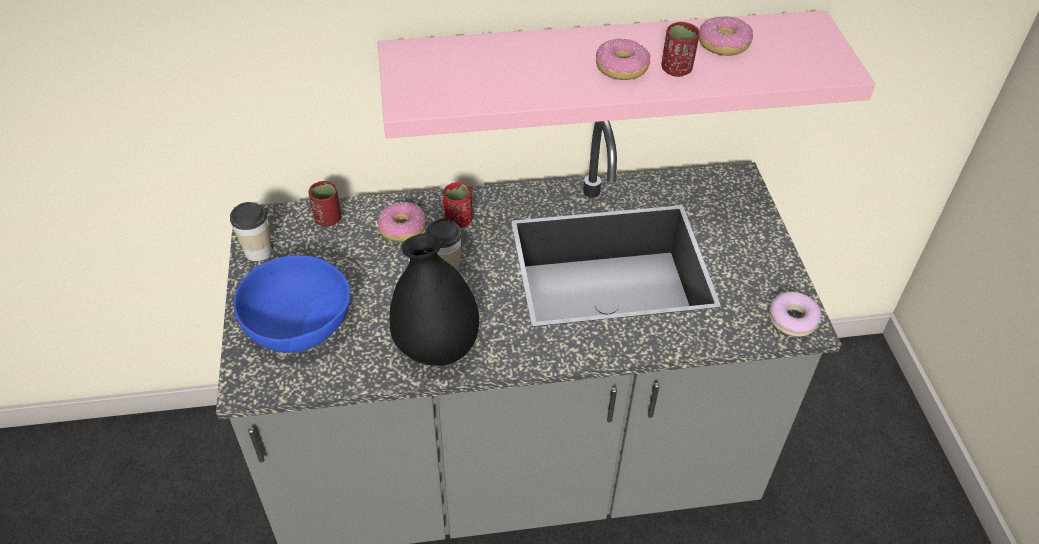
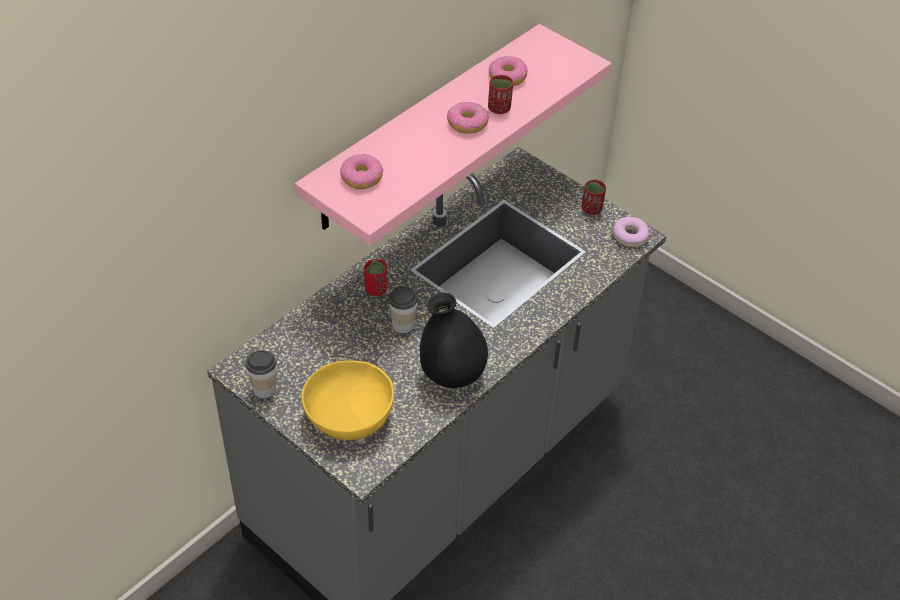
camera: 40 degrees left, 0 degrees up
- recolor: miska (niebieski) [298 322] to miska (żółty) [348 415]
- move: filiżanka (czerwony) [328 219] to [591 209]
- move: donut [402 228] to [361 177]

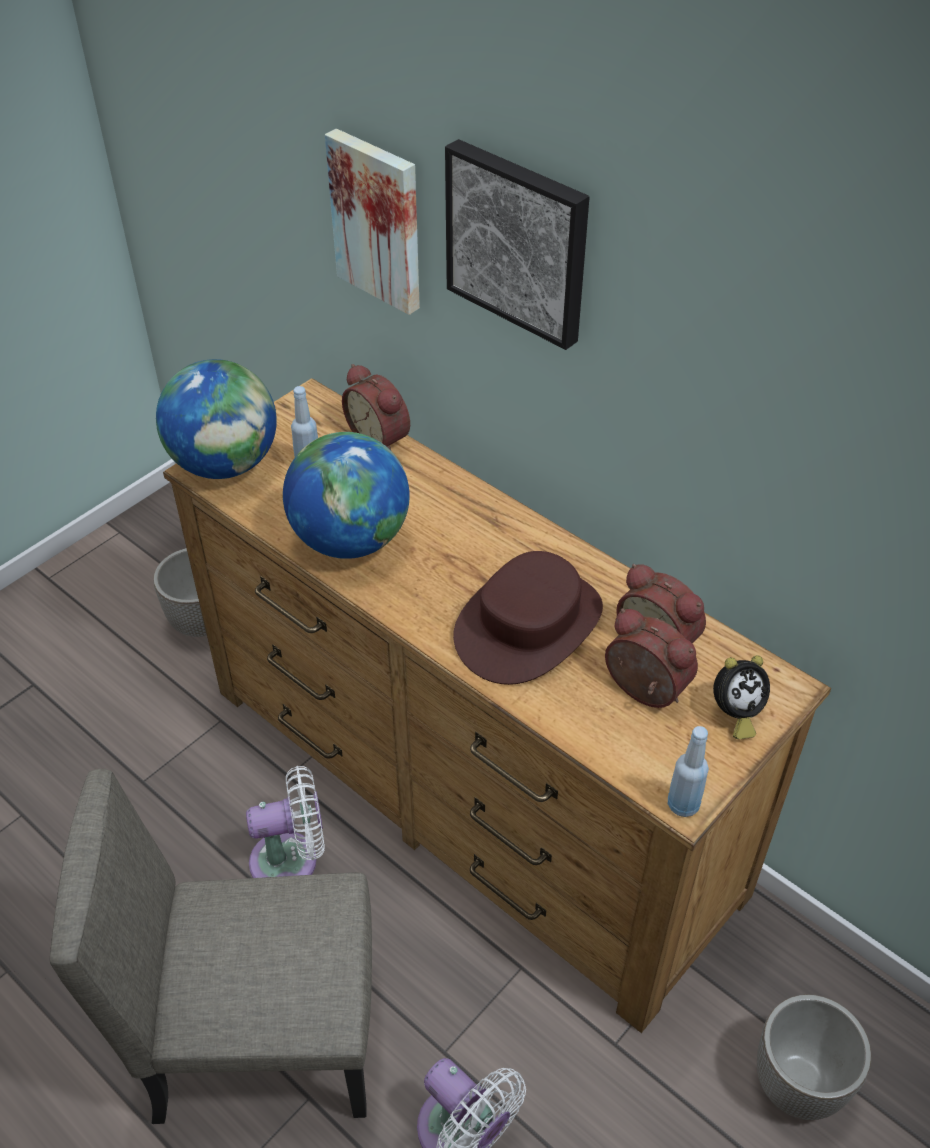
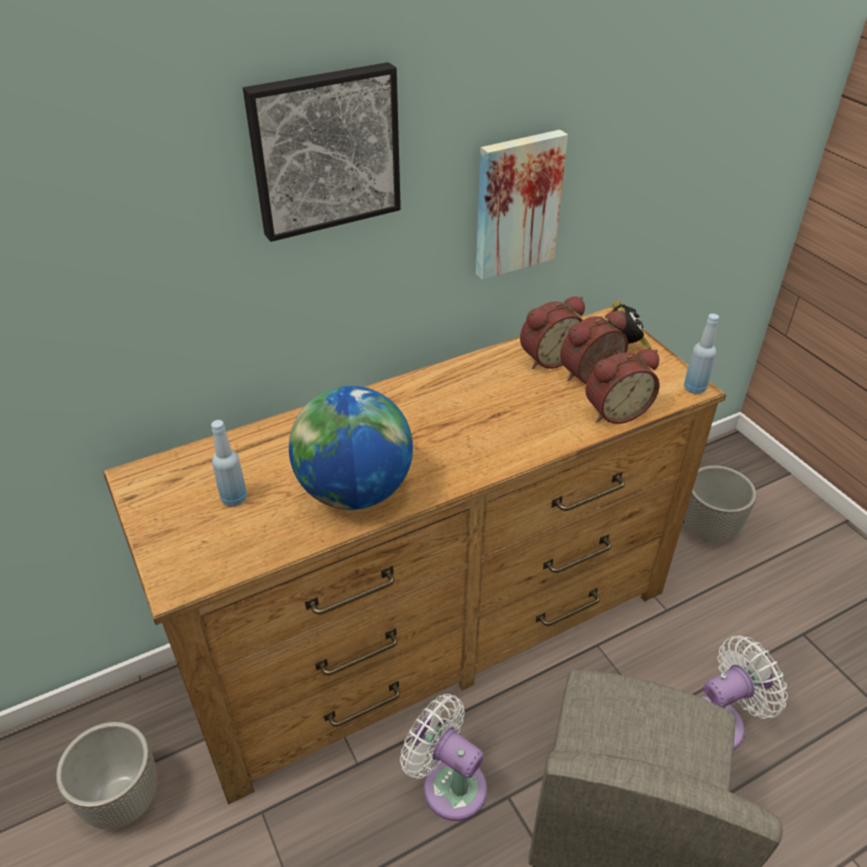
camera: 70 degrees left, 5 degrees down
- delete: globus [225 464]
- rotate: wentylator (biały) [291 860] = [449 784] 60 degrees counterclockwise
- move: obraz [379 220] to [516 204]
- move: budzik [381 437] to [615 411]
- delete: kapelusz (brązowy) [529 625]

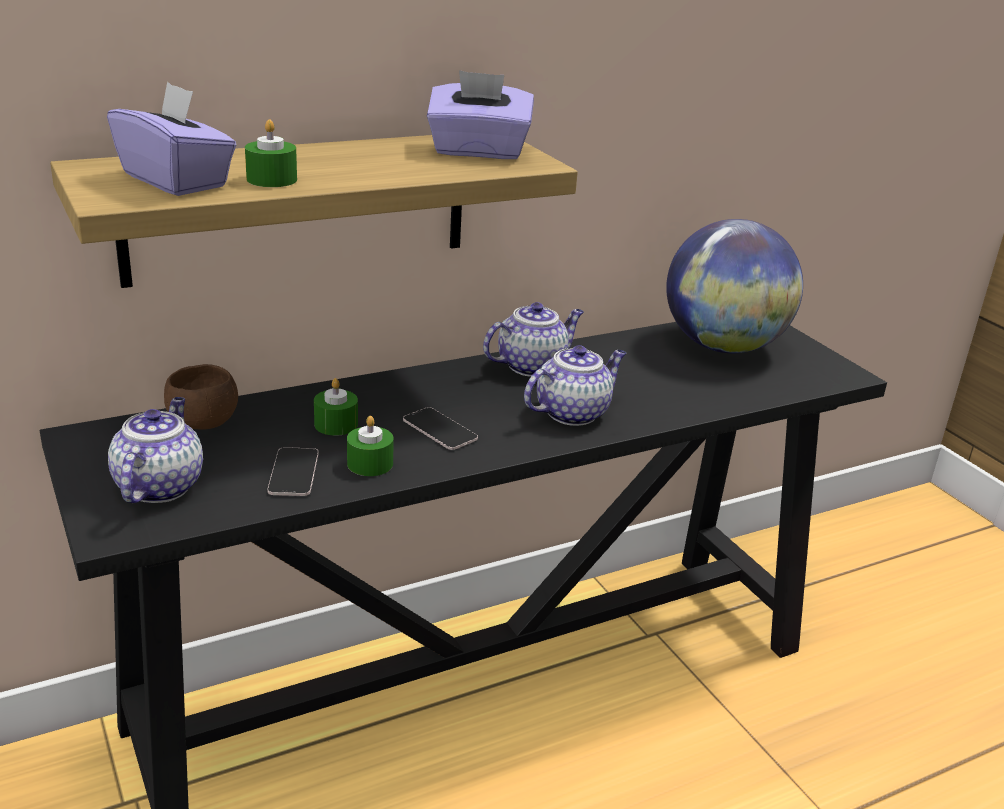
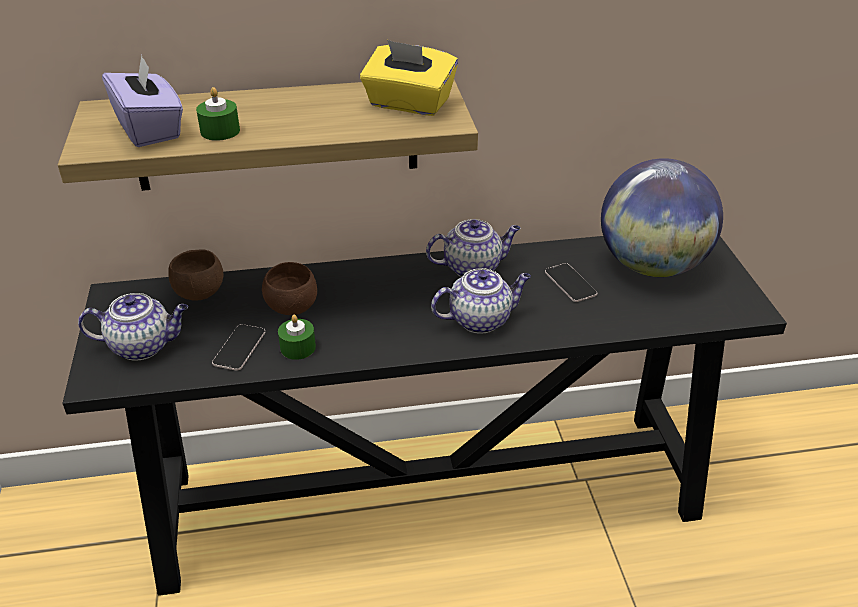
camera: 20 degrees right, 10 degrees up
- rotate: imbryk [159 486] = [143 345] 60 degrees clockwise
- replace: świeca (zielony) [336 424] to miska (brązowy) [291 307]
- move: telefon [439 430] to [570 283]
- recolor: pudełko chusteczek (fioletowy) [478 151] to pudełko chusteczek (żółty) [409 104]

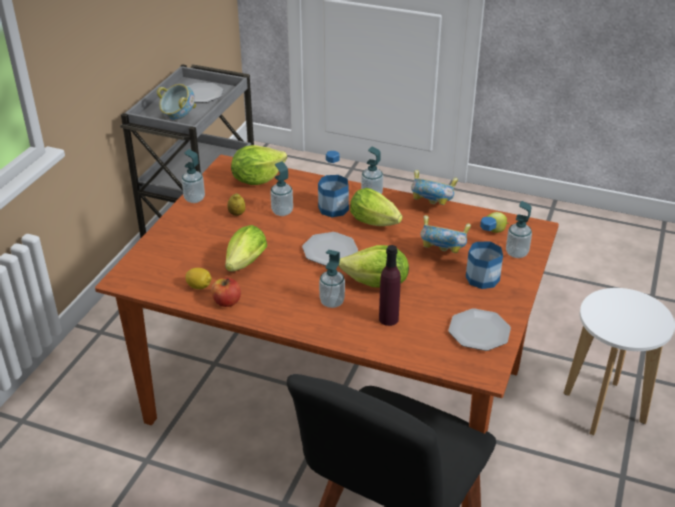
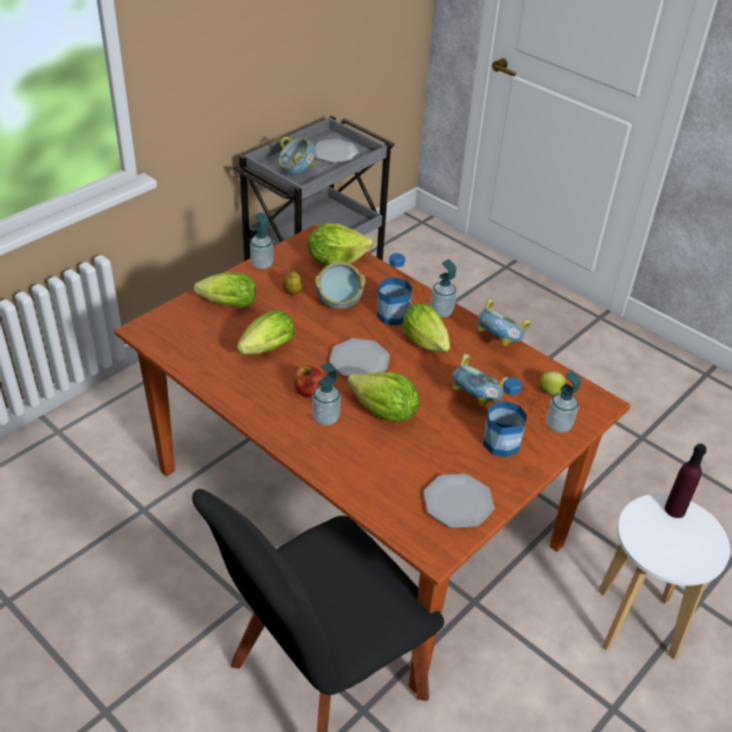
camera: 20 degrees right, 5 degrees up
- delete: cytryna [199 286]
- move: jabłko [226 302] to [308 391]
- replace: dozownik mydła [282 211] to miska [338 303]
- move: butelka (fioletowy) [388 319] to [675 509]
- insert: sałata [225 304]

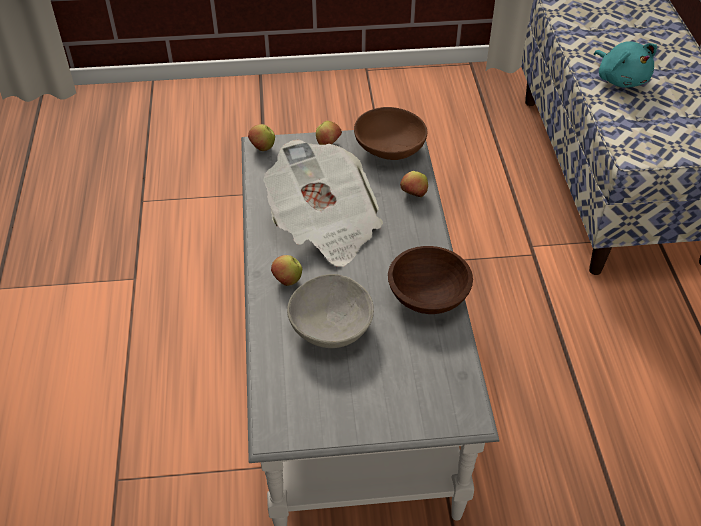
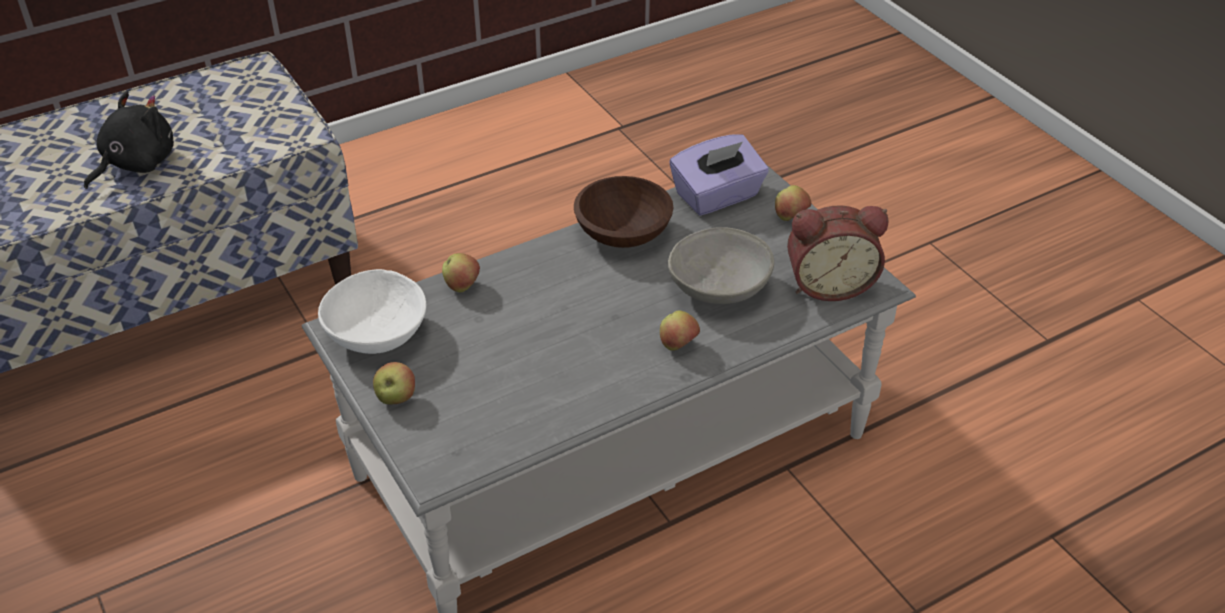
camera: 115 degrees left, 5 degrees down
- move: jabłko [262 148] to [790 218]
- delete: gazeta [325 225]
- recolor: miska (brązowy) [390 148] to miska (biały) [375 334]
- recolor: pluszak (turkusowy) [621 79] to pluszak (czarny) [136 164]
- insert: pudełko chusteczek (fioletowy) [717 196]
- insert: budzik [829 283]

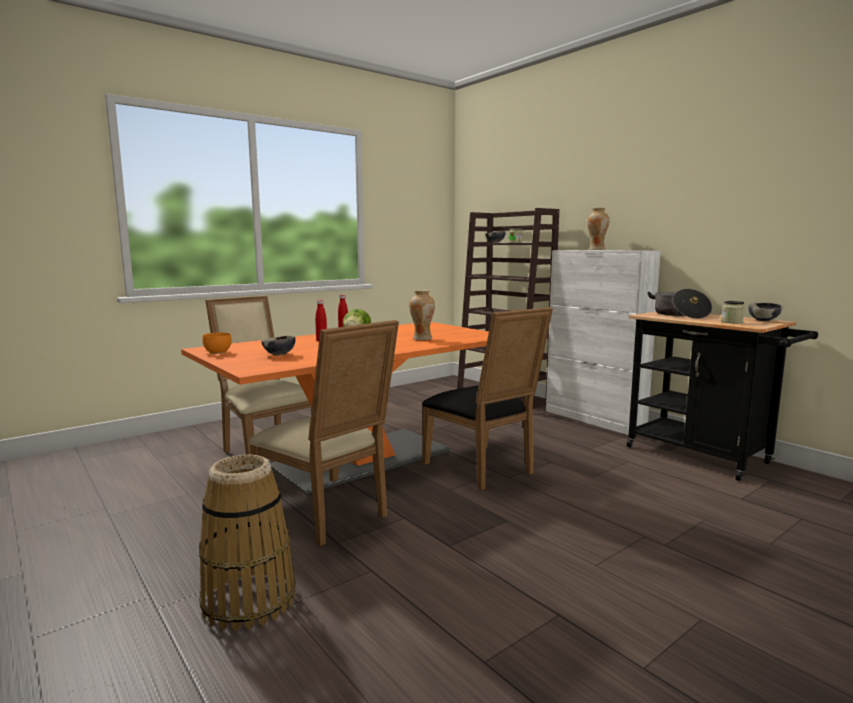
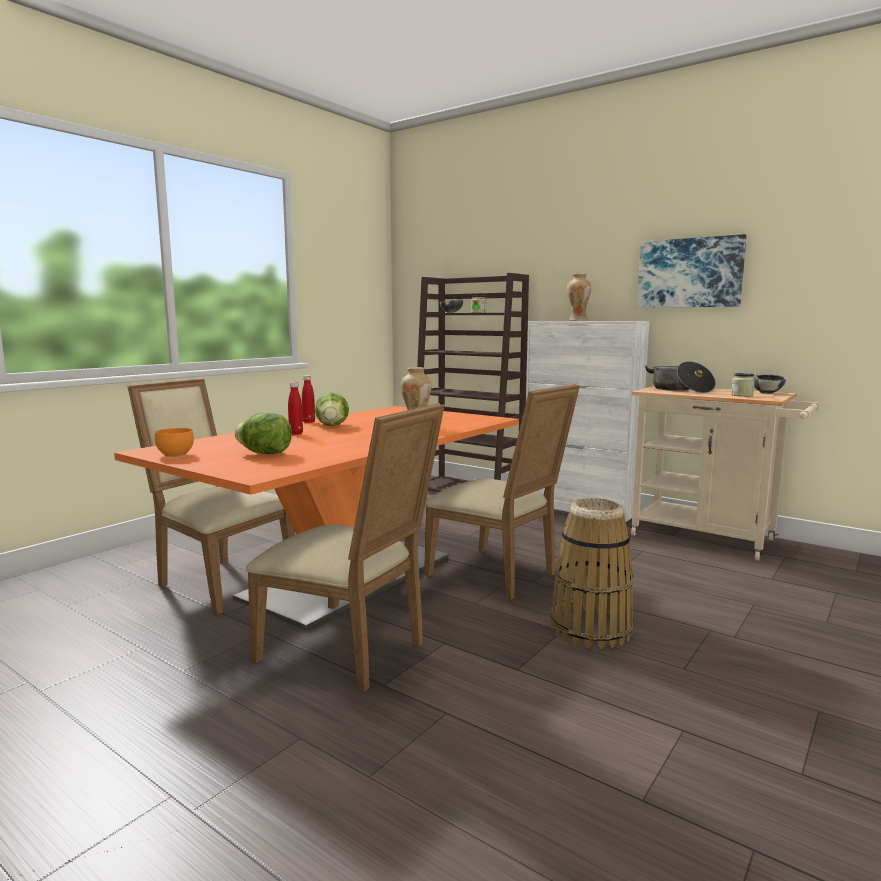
camera: 15 degrees left, 0 degrees up
- move: koszyk [248 601] to [590 629]
- replace: miska [279 355] to sałata [265 453]
- recolor: krzesło (czarny) [483 469] to krzesło (beżowy) [498 575]
- recolor: wózek (czarny) [705 457] to wózek (beżowy) [711 539]
- insert: obraz [690 273]

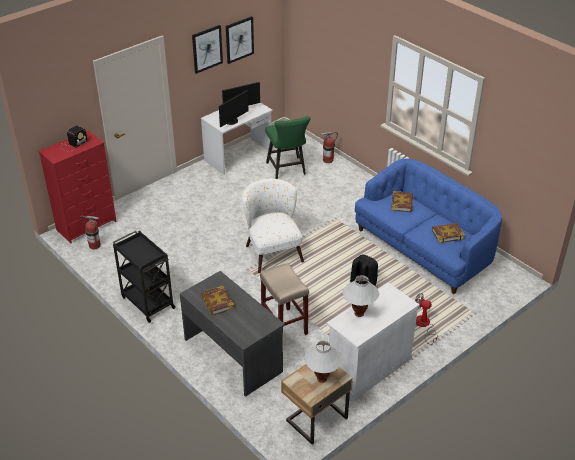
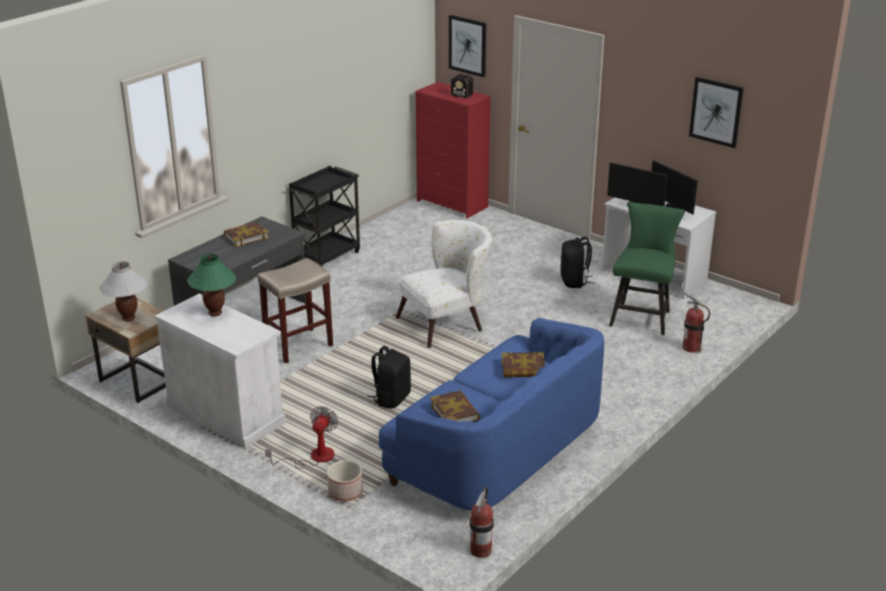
camera: 80 degrees right, 10 degrees down
- move: gaśnica [94 245] to [481 550]
- move: obraz [207 49] to [467 45]
- rotate: krzesło (zielony) [287 170] = [642 316] 135 degrees clockwise
- recolor: lampa stołowa (biały) [359 313] to lampa stołowa (zielony) [215 313]
- insert: donica [345 492]
- insert: plecak (czarny) [574 282]

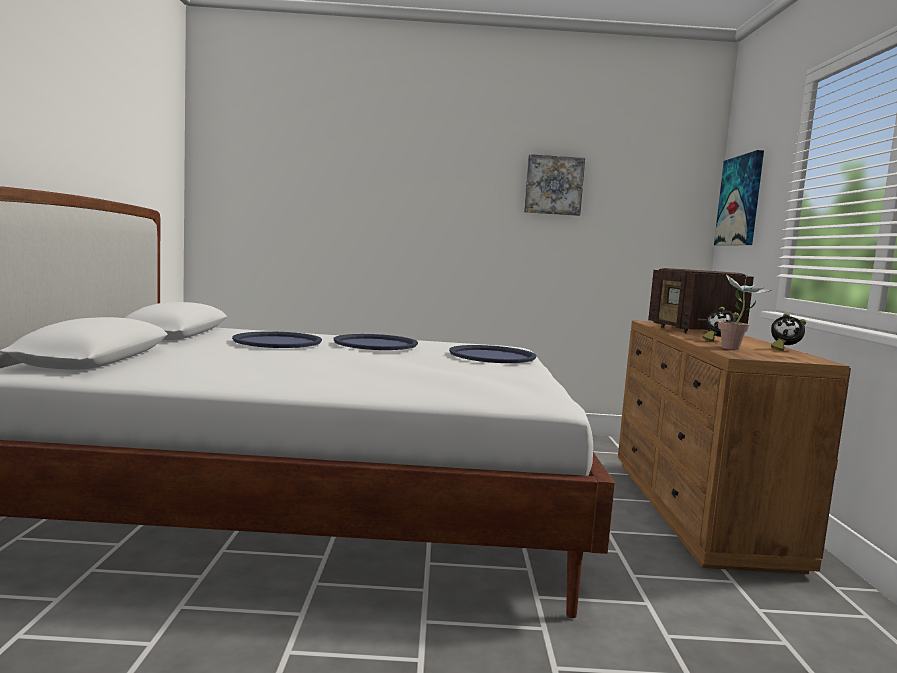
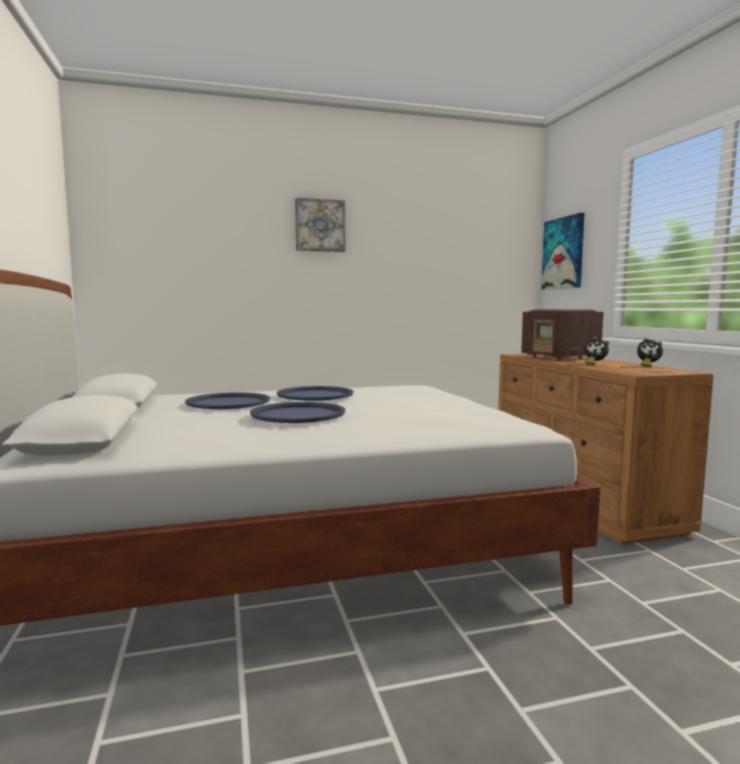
camera: 15 degrees left, 0 degrees up
- move: taca (niebieski) [492 356] to [298 414]
- move: obraz [553 185] to [319 225]
- delete: roślina doniczkowa [736 349]

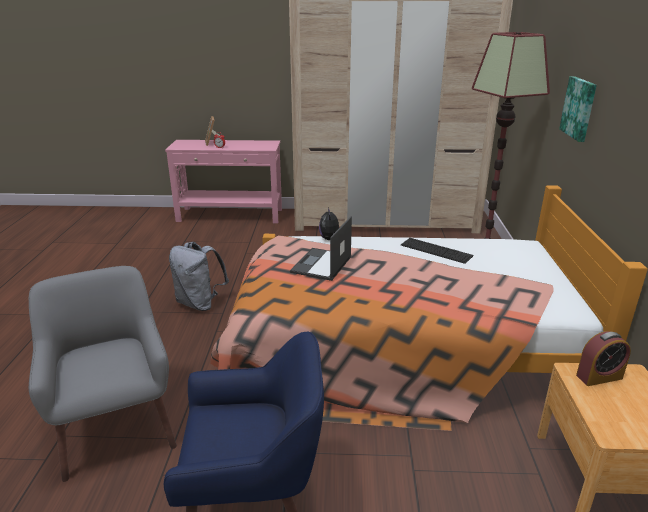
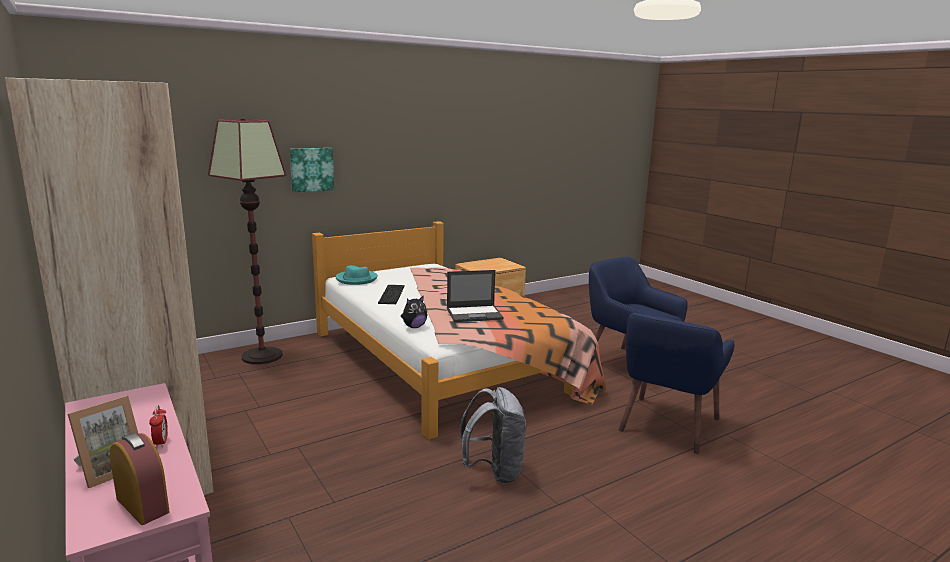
camera: 125 degrees left, 10 degrees down
- recolor: fotel (szary) [116 427] to fotel (niebieski) [667 424]
- move: budzik [599 377] to [142 505]
- insert: kapelusz (turkusowy) [356 279]

